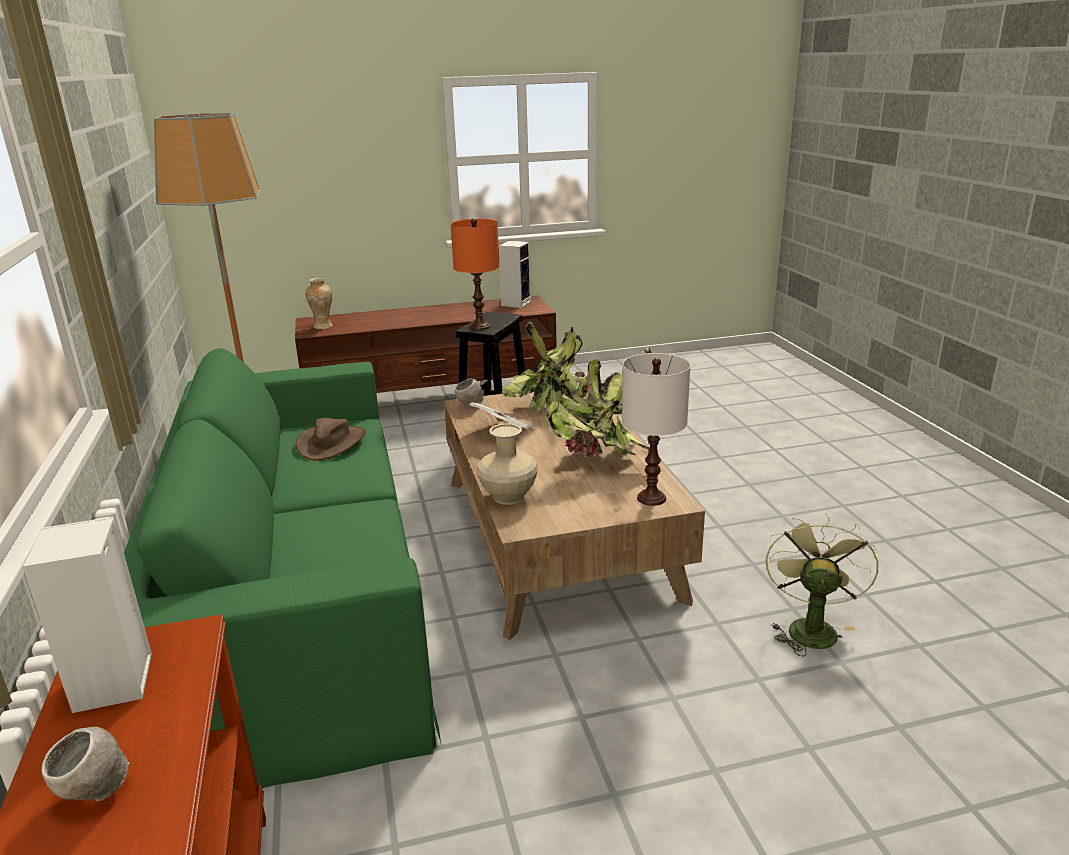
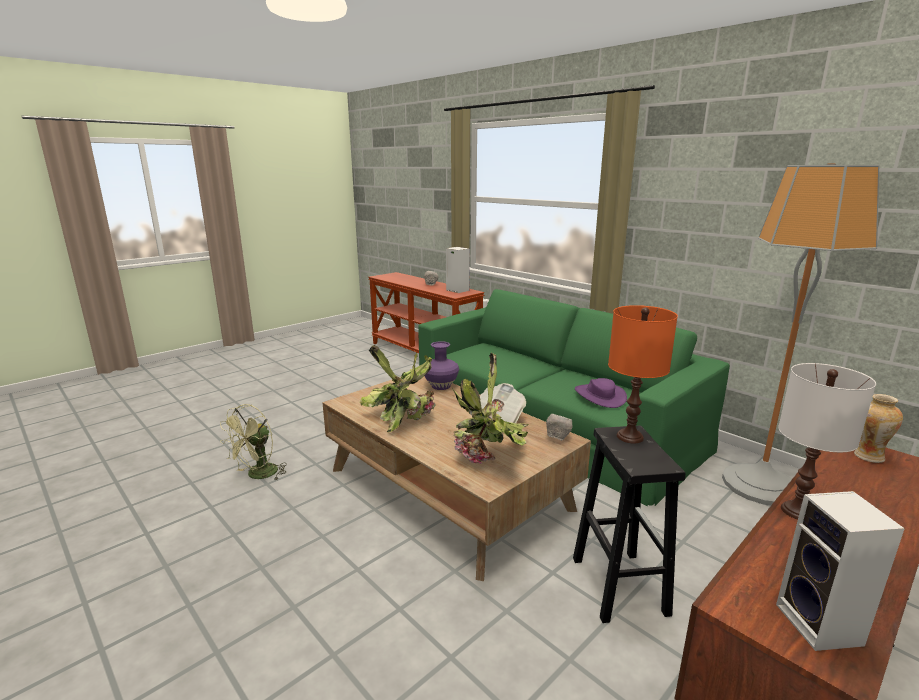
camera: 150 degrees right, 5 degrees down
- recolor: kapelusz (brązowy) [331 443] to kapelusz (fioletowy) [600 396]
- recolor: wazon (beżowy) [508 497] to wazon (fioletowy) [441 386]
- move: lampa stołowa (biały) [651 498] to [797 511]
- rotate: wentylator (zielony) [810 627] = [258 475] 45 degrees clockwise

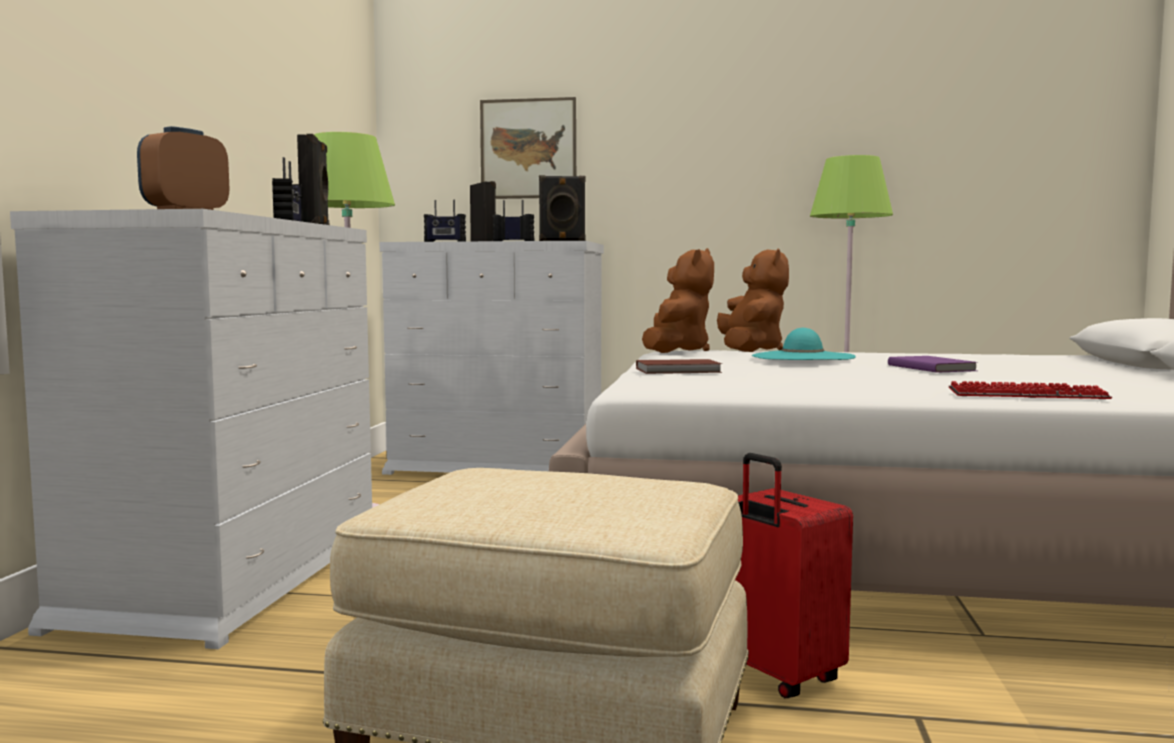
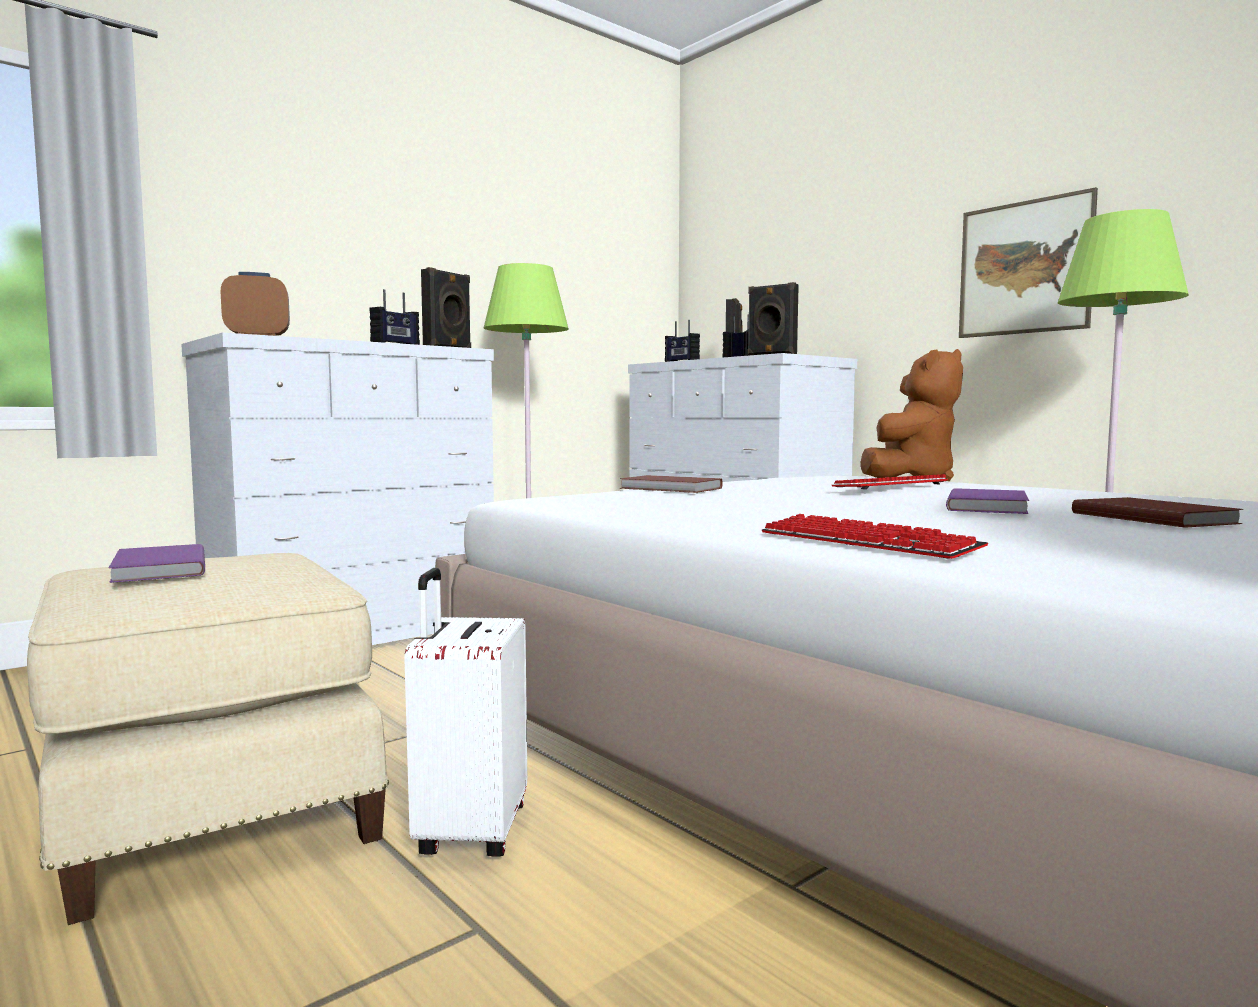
camera: 40 degrees right, 0 degrees up
- move: obraz [528 149] to [1024 268]
- delete: pluszak (brązowy) [676 351]
- recolor: walizka (czerwony) [776 676] to walizka (biały) [469 832]
- replace: kapelusz (turkusowy) [803 357] to klawiatura [891 485]
- insert: książka (fioletowy) [157 569]
- insert: książka (brązowy) [1153 518]

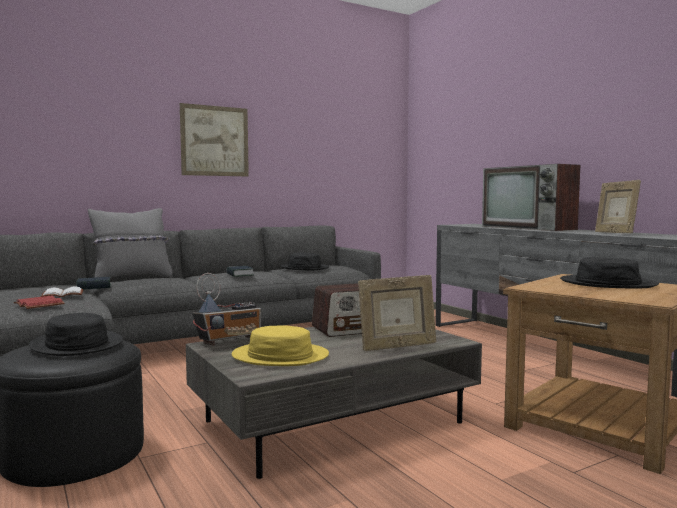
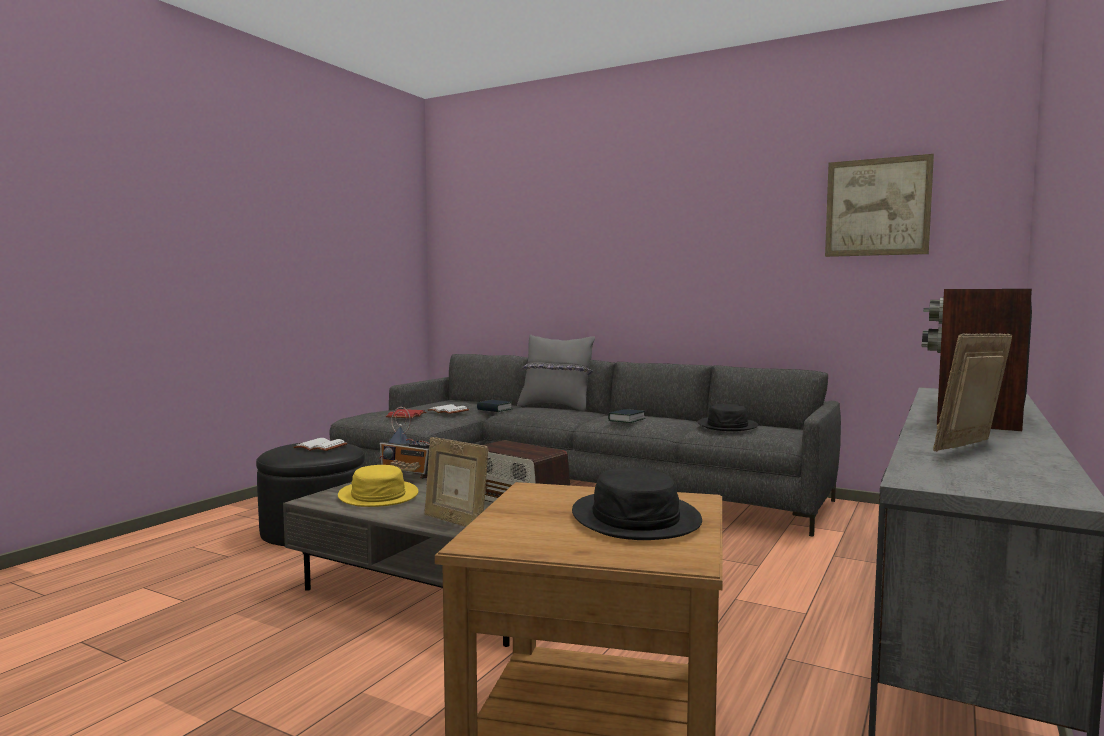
camera: 60 degrees right, 0 degrees up
- replace: kapelusz (czarny) [76 345] to książka (biały) [319 447]
- move: obraz [214 141] to [877 207]

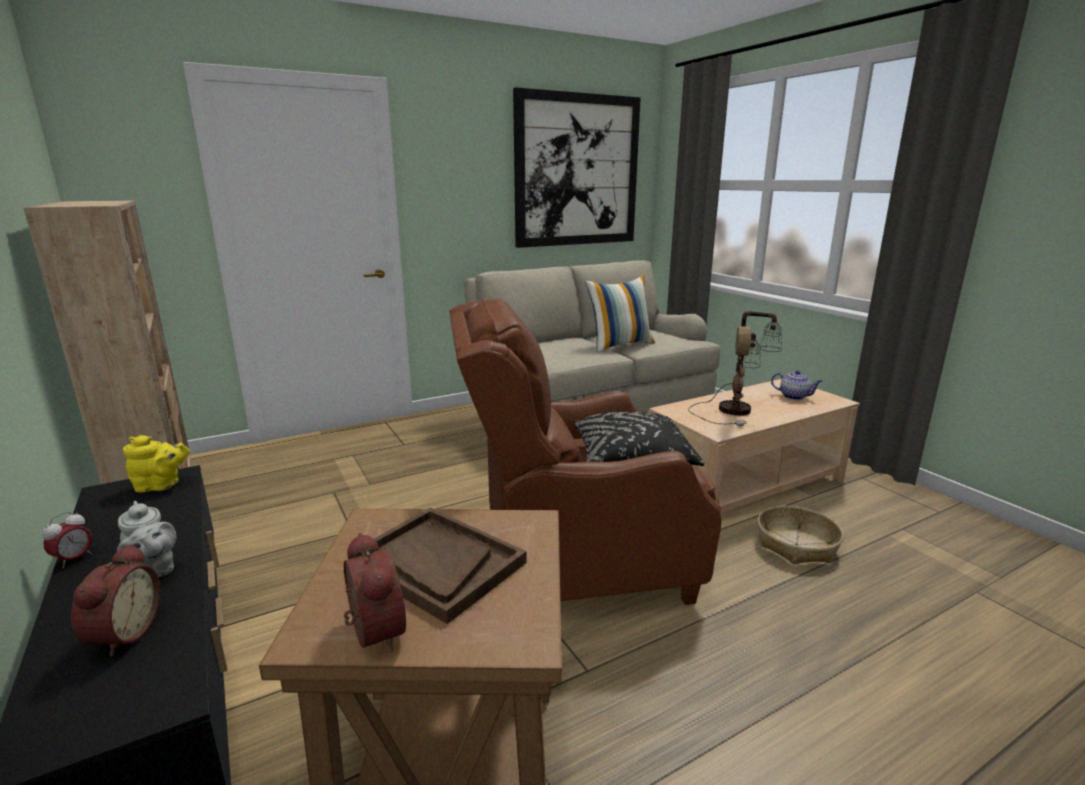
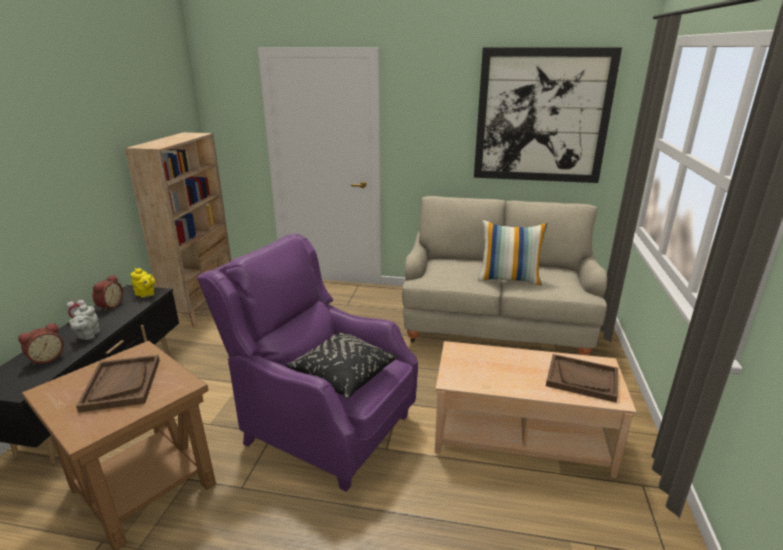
camera: 40 degrees right, 5 degrees up
- move: budzik [372 633] to [109 306]
- recolor: fotel (brązowy) [576 563] to fotel (fioletowy) [324 427]
- delete: lampa stołowa [736 410]
- delete: koszyk [796 545]
- replace: imbryk [794 396] to taca (brązowy) [582 379]

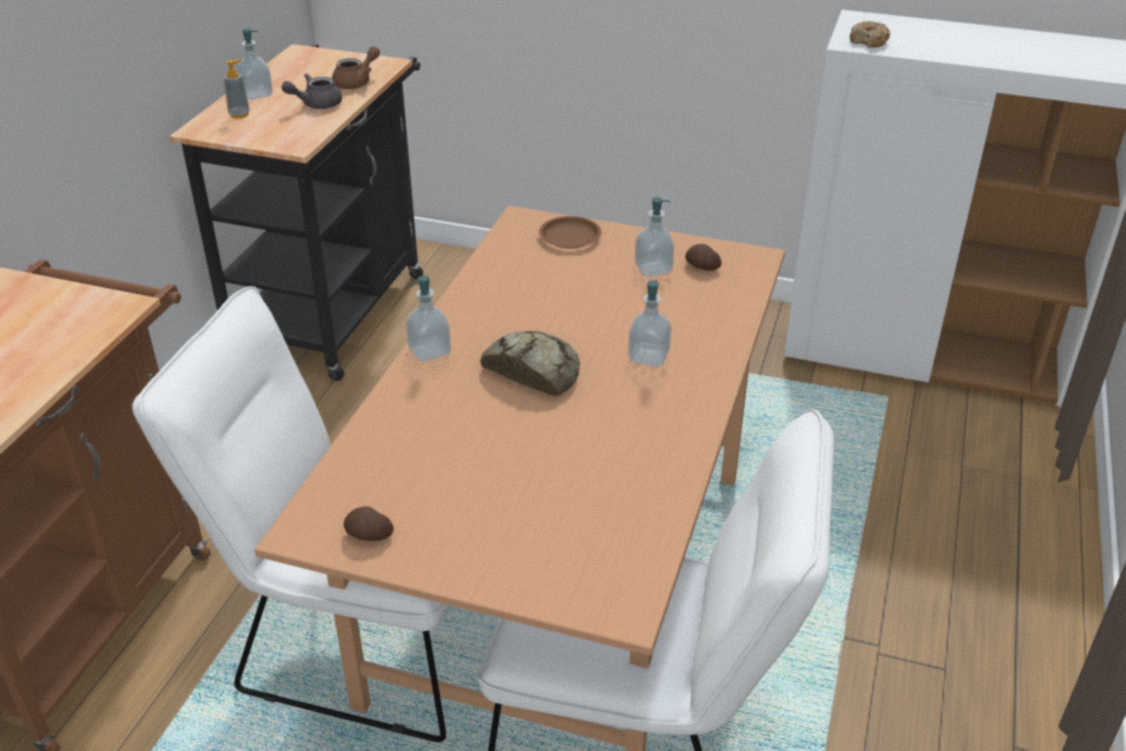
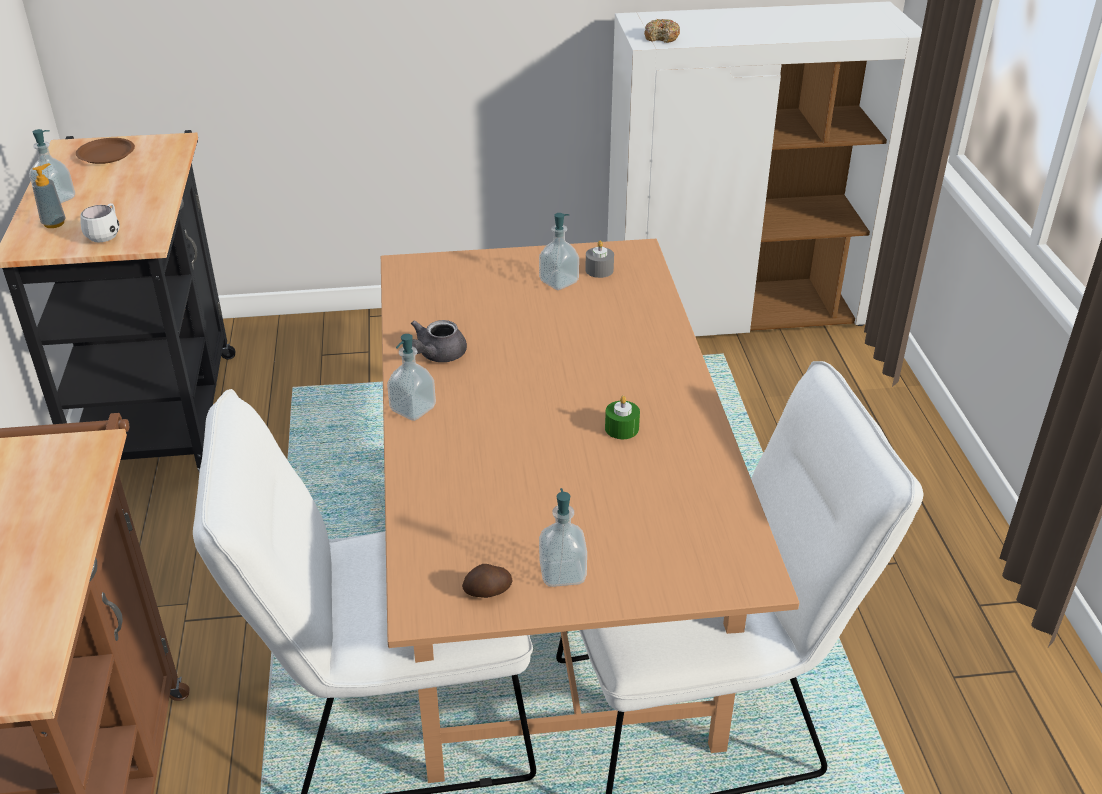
camera: 25 degrees left, 0 degrees up
- move: imbryk (szary) [316 104] to [437 355]
- delete: imbryk (brązowy) [357 82]
- delete: chleb [533 370]
- move: talerz (brązowy) [569 237] to [106 155]
- move: dozownik mydła [648 357] to [562 573]
- replace: ziemniak [702 267] to świeca (szary) [599 270]
- insert: kubek (biały) [106 235]
- insert: świeca (zielony) [621 428]

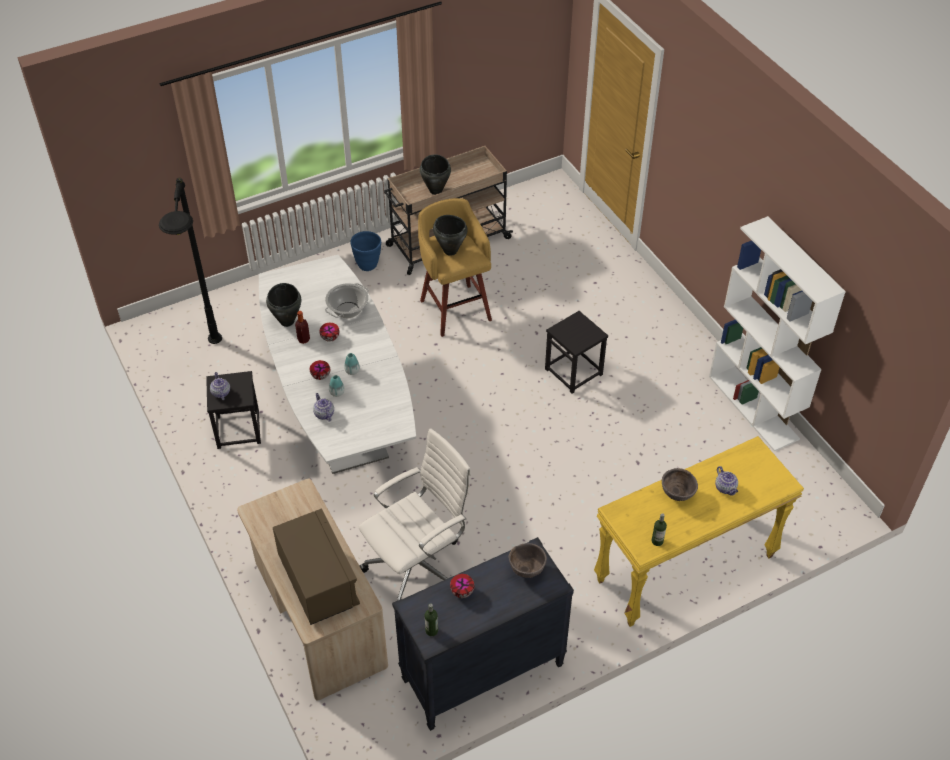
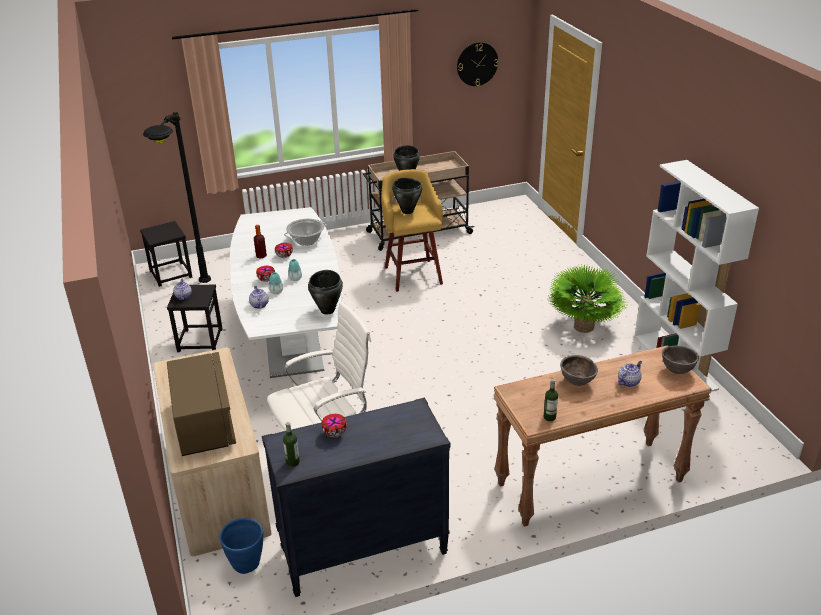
camera: 10 degrees right, 15 degrees down
- move: garnek (czarny) [287 321] to [327 310]
- move: donica (niebieski) [368 265] to [247 564]
- move: miska (brązowy) [527 570] to [677 371]
- move: stołek (czarny) [574 371] to [171 274]
- recolor: stolik konsolowy (żółty) [685 570] to stolik konsolowy (brązowy) [590 483]
- rotate: imbryk [726 488] = [628 381] 120 degrees counterclockwise
- insert: zegar ścienny [477 64]
- insert: roślina doniczkowa [584 327]

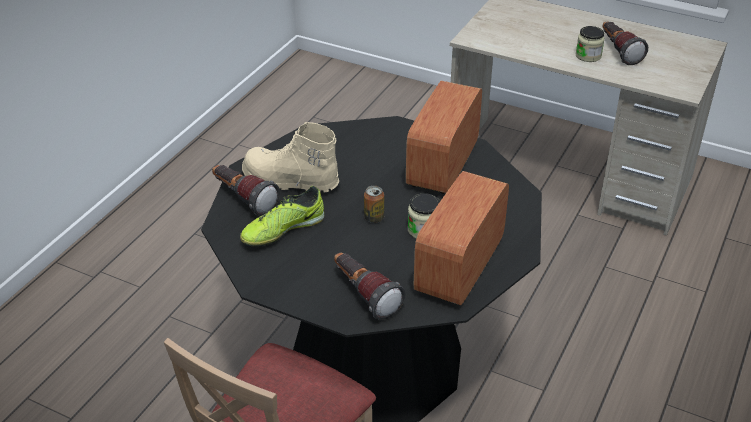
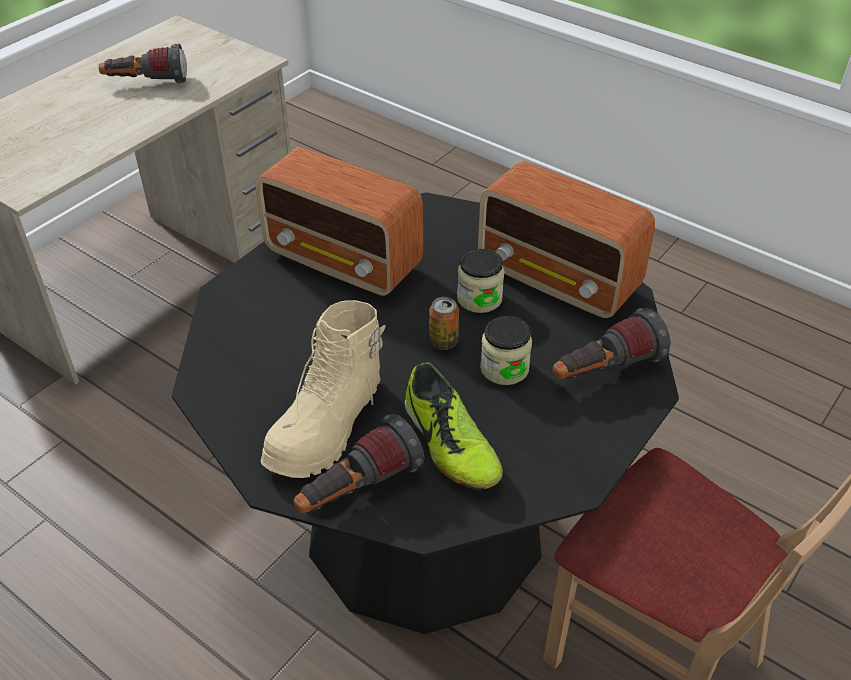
camera: 80 degrees left, 5 degrees up
- move: słoik [588 56] to [504 368]

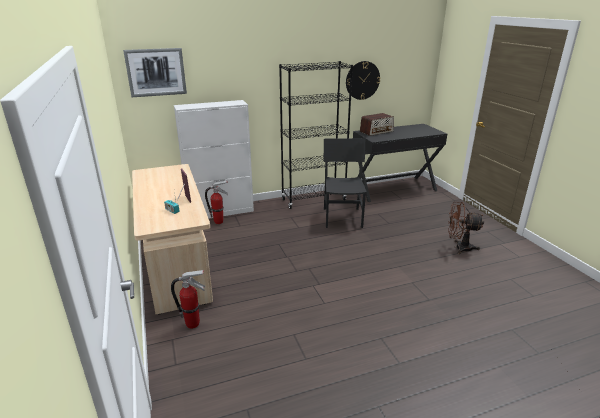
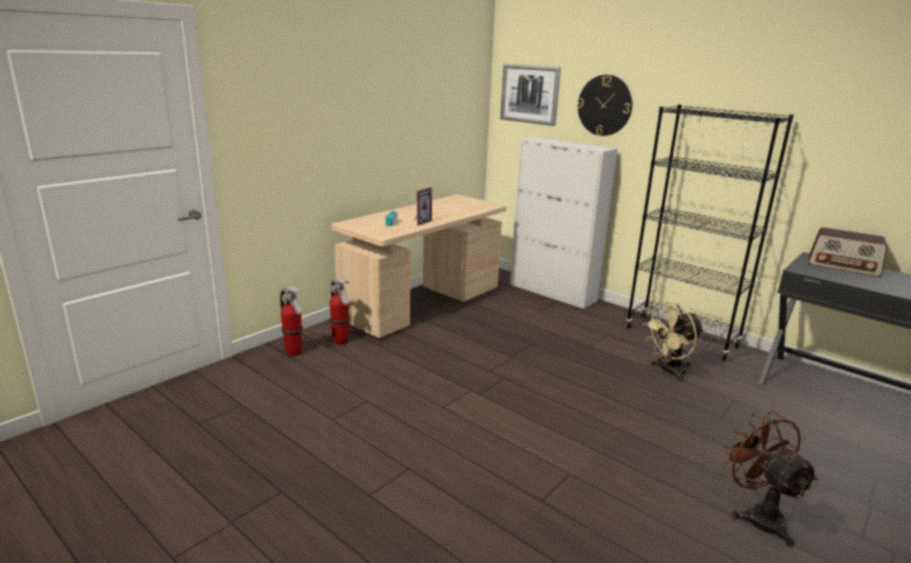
camera: 60 degrees right, 5 degrees down
- move: gaśnica [219 222] to [294 353]
- replace: krzesło (czarny) [342 218] to wentylator (beżowy) [668 371]
- move: zegar ścienny [362 80] to [604 105]

